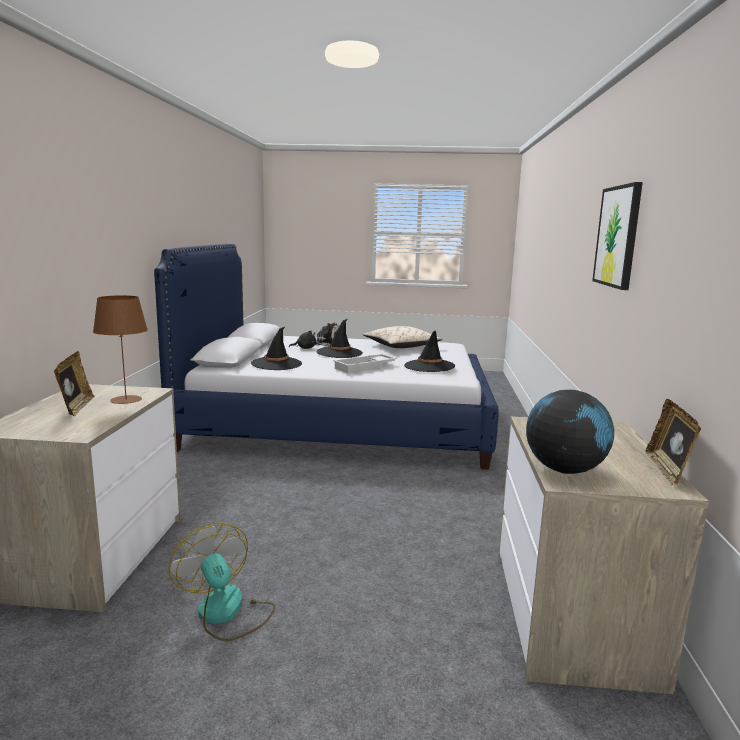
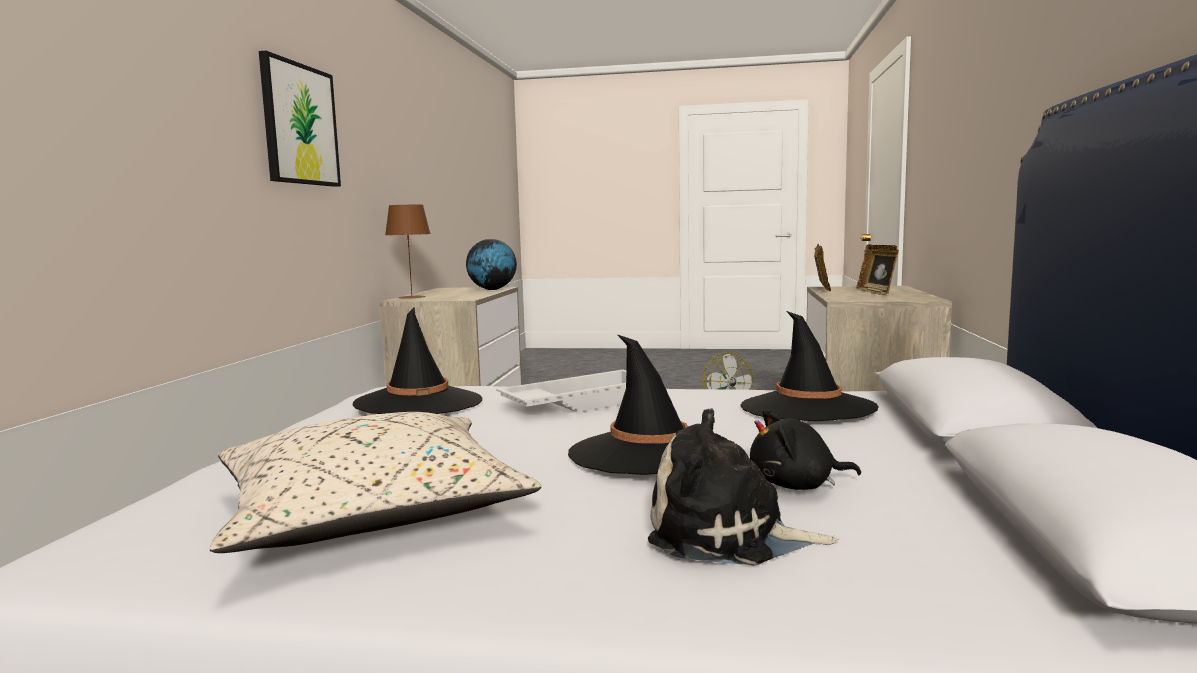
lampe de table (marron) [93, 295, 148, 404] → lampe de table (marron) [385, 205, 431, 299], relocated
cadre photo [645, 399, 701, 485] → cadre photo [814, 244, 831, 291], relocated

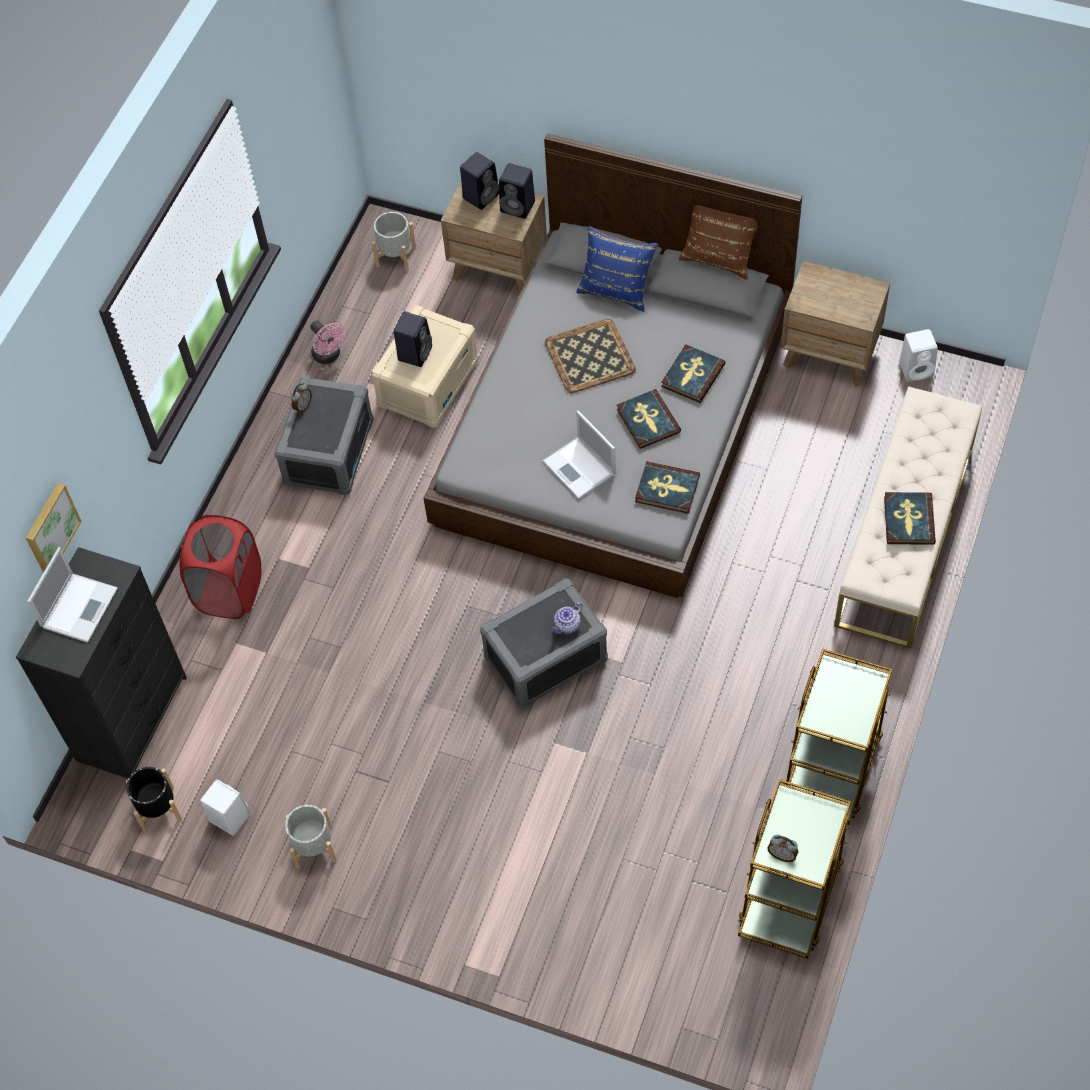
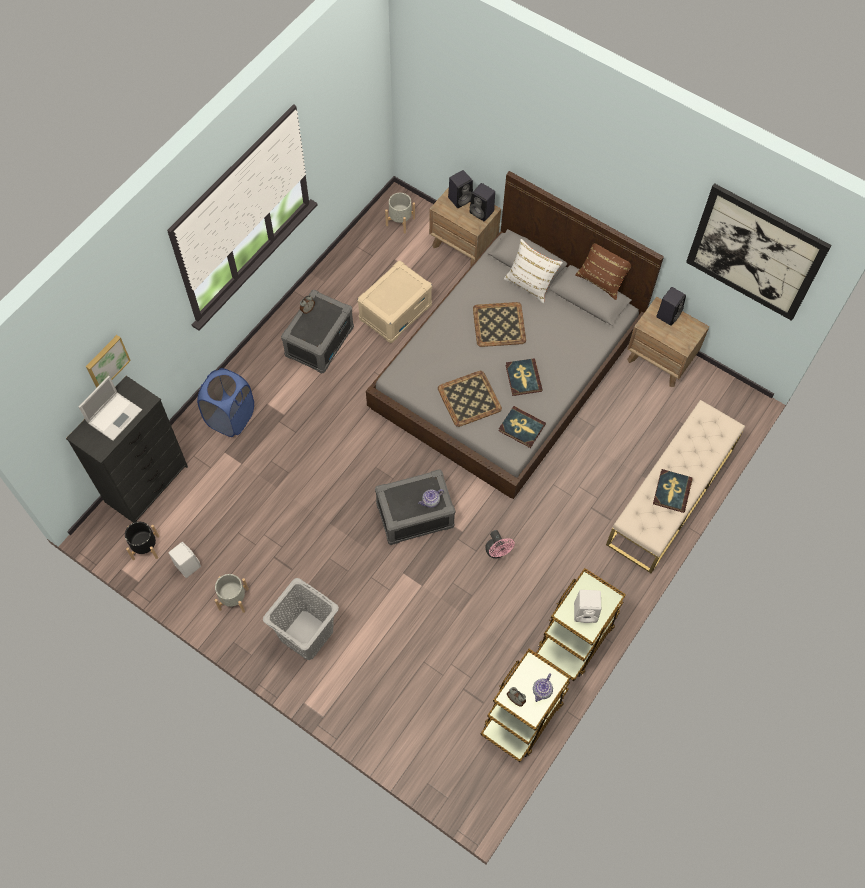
coussin (bleu) [576, 226, 658, 312] → coussin (blanc) [504, 239, 563, 304]
enceinte (noir) [393, 312, 432, 367] → enceinte (noir) [656, 287, 686, 326], relocated
ventilateur (rose) [310, 320, 345, 364] → ventilateur (rose) [485, 530, 515, 559], relocated
enceinte (blanc) [899, 329, 938, 382] → enceinte (blanc) [574, 590, 601, 623], relocated
livre [661, 344, 725, 403] → -
ordinateur portable [543, 411, 616, 499] → plateau [438, 371, 502, 427]
panier à linge (rouge) [180, 515, 262, 619] → panier à linge (bleu) [197, 368, 254, 437]
- → tableau [686, 183, 831, 321]
- → panier à linge (gris) [263, 578, 339, 660]
- → théière [533, 673, 553, 702]

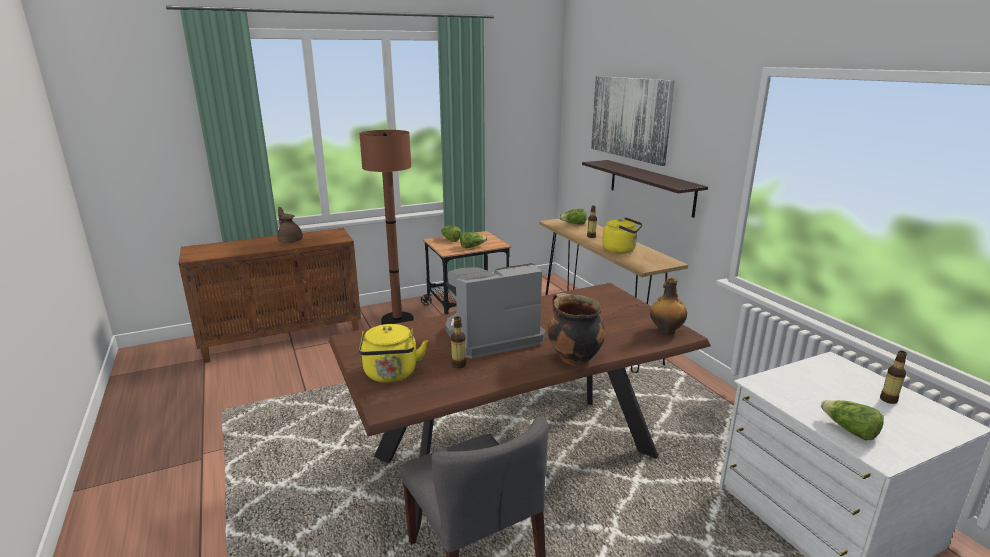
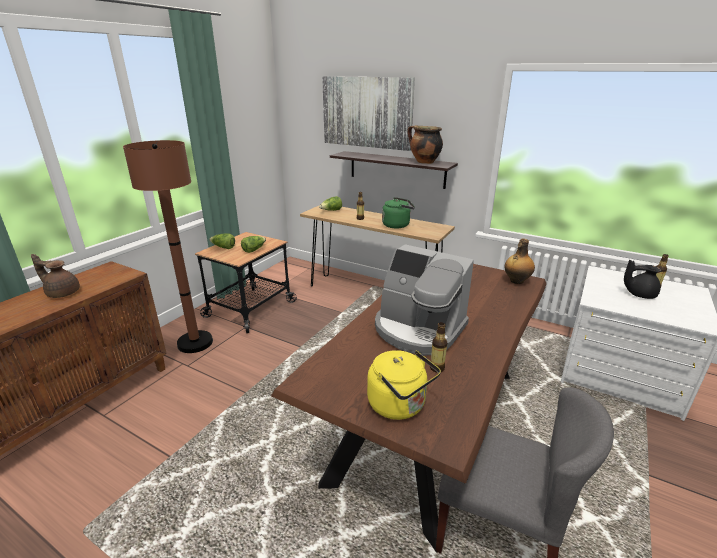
bouilloire (jaune) [602, 217, 643, 253] → bouilloire (vert) [382, 197, 415, 228]
machine à café [446, 263, 546, 359] → machine à café [375, 244, 474, 355], 90 degrees counterclockwise
marmite [548, 293, 605, 366] → marmite [408, 125, 443, 164], relocated
laitue [821, 400, 884, 441] → -
- → théière (noir) [624, 260, 662, 299]

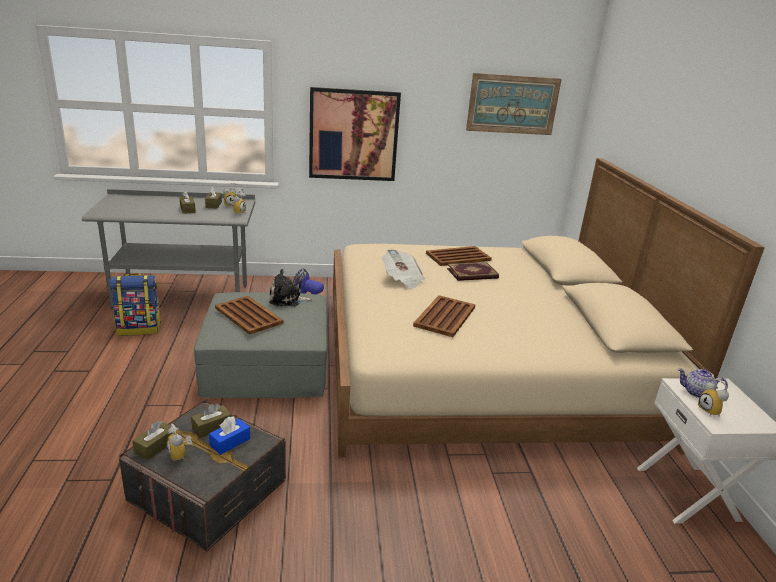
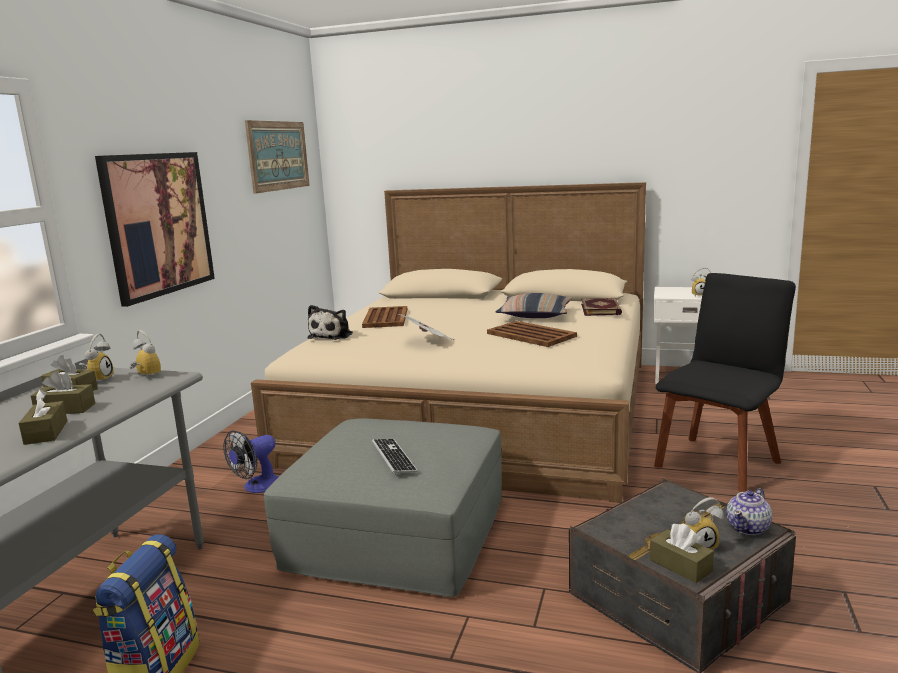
livre [447, 262, 499, 281] → livre [581, 298, 622, 316], relocated
peluche [269, 269, 313, 307] → peluche [307, 305, 353, 340], relocated
plateau (marron) [215, 296, 283, 335] → clavier [372, 439, 418, 475]
théière [678, 368, 728, 398] → théière [727, 488, 772, 535], relocated
boîte à mouchoirs (marron) [191, 403, 232, 438] → boîte à mouchoirs (marron) [19, 390, 67, 445], relocated
boîte à mouchoirs (bleu) [209, 417, 250, 455] → -
- → chaise (noir) [654, 273, 796, 492]
- → coussin [496, 293, 572, 318]

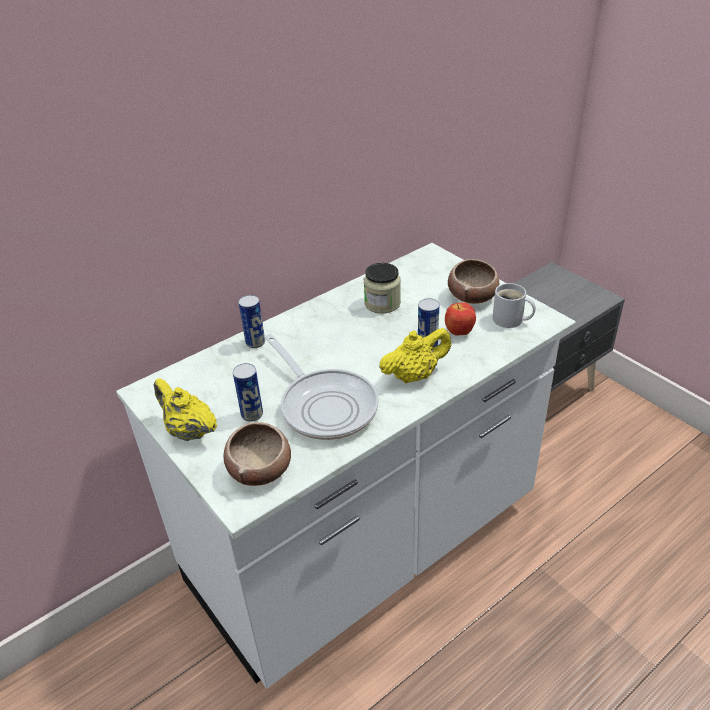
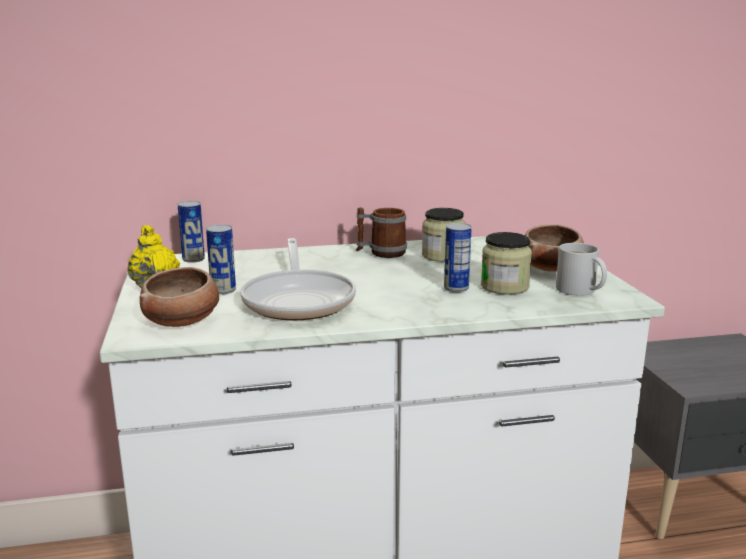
boîte métallique [238, 295, 265, 348] → boîte métallique [178, 201, 205, 263], relocated
pomme [445, 303, 476, 336] → bocal [481, 232, 532, 295]
théière (jaune) [379, 328, 451, 383] → -
- → mug [356, 207, 407, 258]

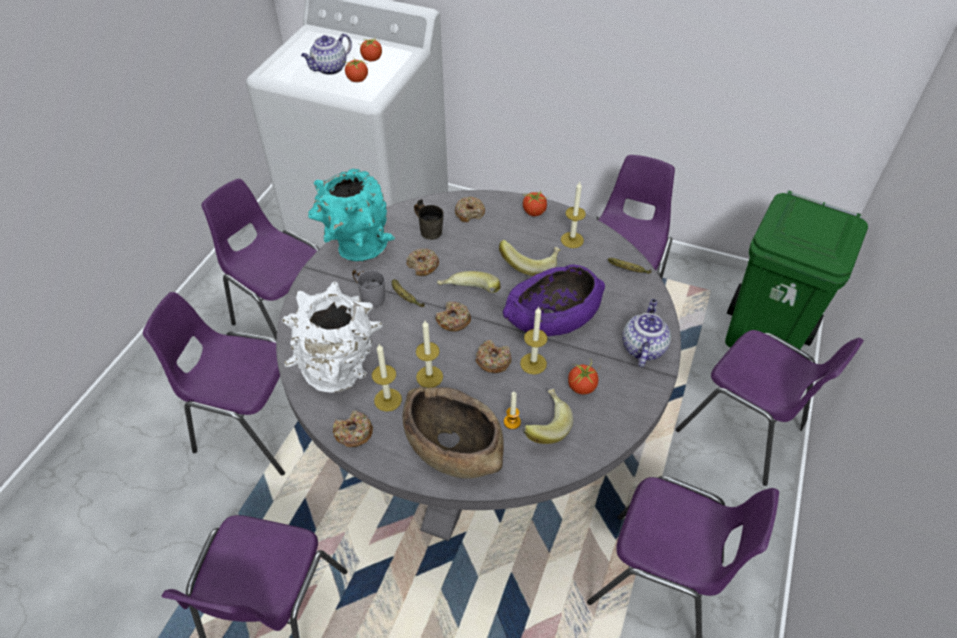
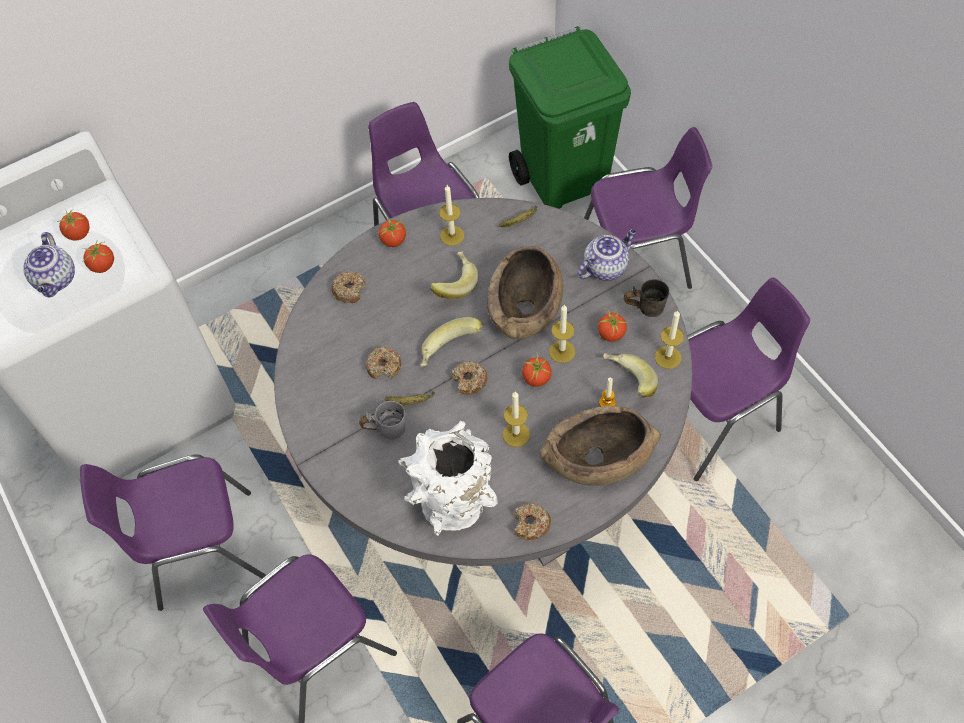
vase (turquoise) [308, 169, 395, 261] → -
mug (gris) [414, 199, 444, 240] → mug (gris) [624, 279, 669, 317], relocated
bol (violet) [503, 264, 605, 336] → bol (marron) [487, 246, 563, 340]
théière [622, 299, 671, 367] → théière [577, 229, 636, 281], 90 degrees clockwise
beignet [476, 340, 512, 373] → tomate [522, 351, 552, 387]
bougie [372, 344, 402, 412] → bougie [655, 311, 684, 369], relocated

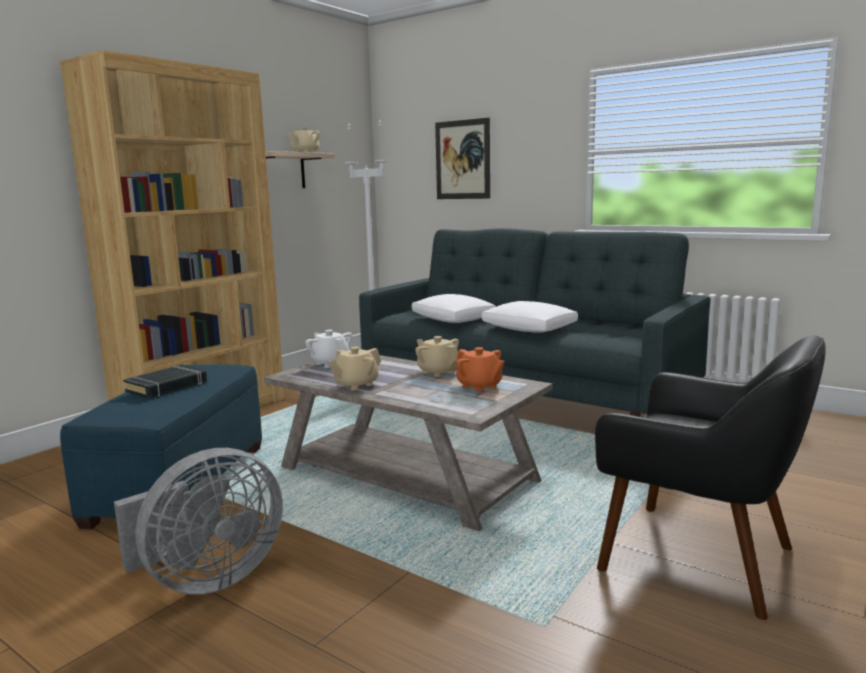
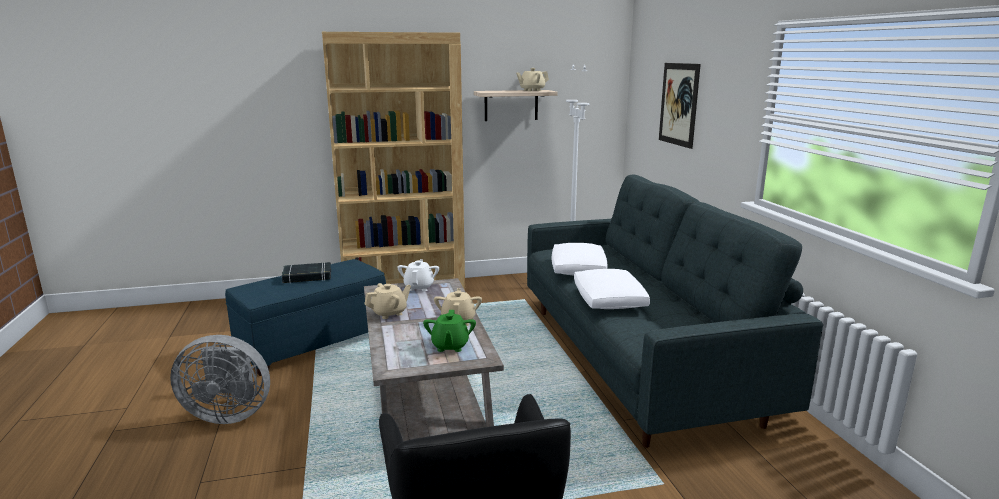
théière (beige) [329, 347, 381, 390] → théière (beige) [364, 283, 411, 319], 150 degrees clockwise
théière (orange) [456, 347, 505, 392] → théière (vert) [423, 310, 476, 352]

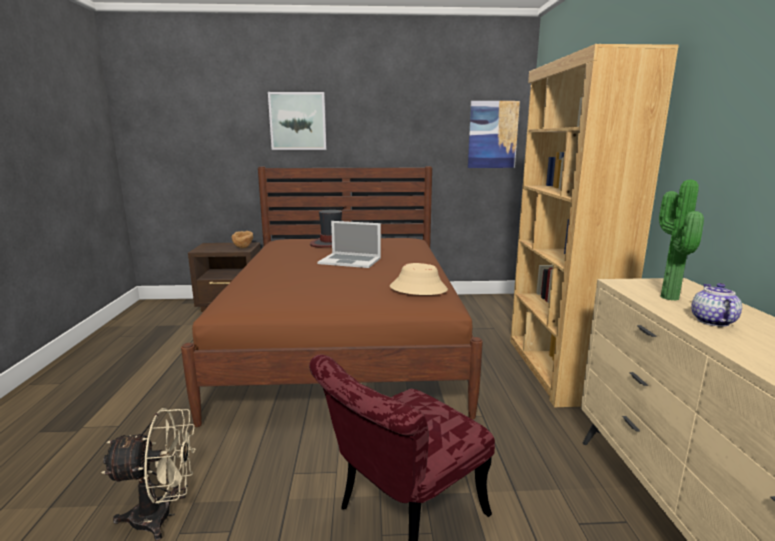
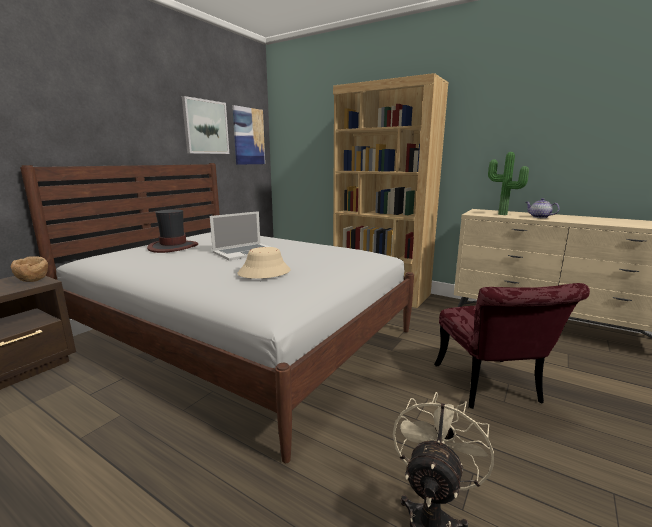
tableau [268, 92, 326, 150] → tableau [182, 96, 229, 154], relocated
lit (marron) [181, 166, 483, 427] → lit (blanc) [20, 163, 414, 463]
chapeau (beige) [390, 263, 448, 295] → chapeau (beige) [237, 247, 291, 279], relocated

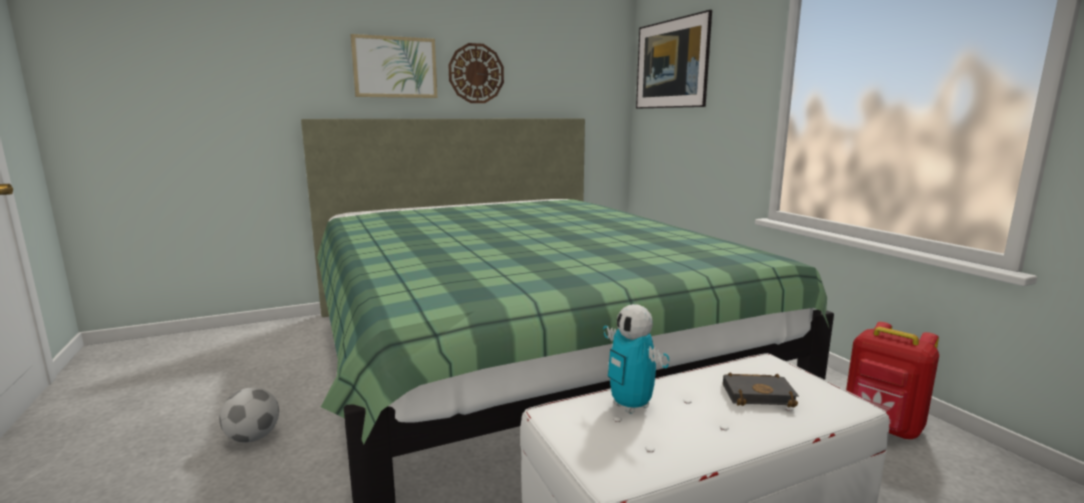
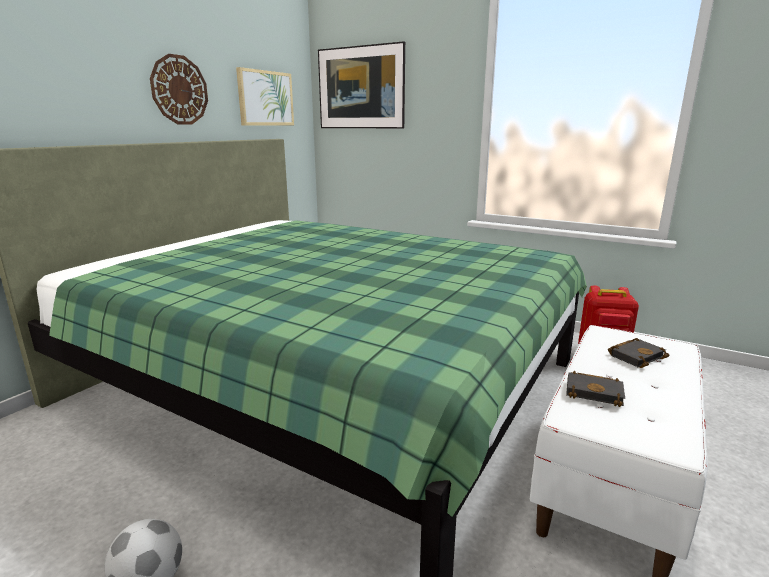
tableau [351, 34, 437, 98] → tableau [236, 67, 294, 126], relocated
robot jouet [603, 304, 669, 414] → livre (noir) [566, 371, 625, 407]

